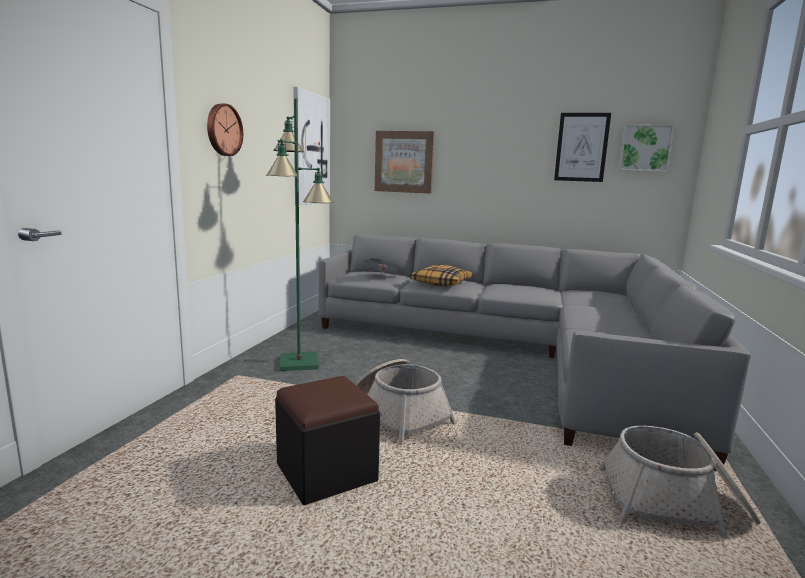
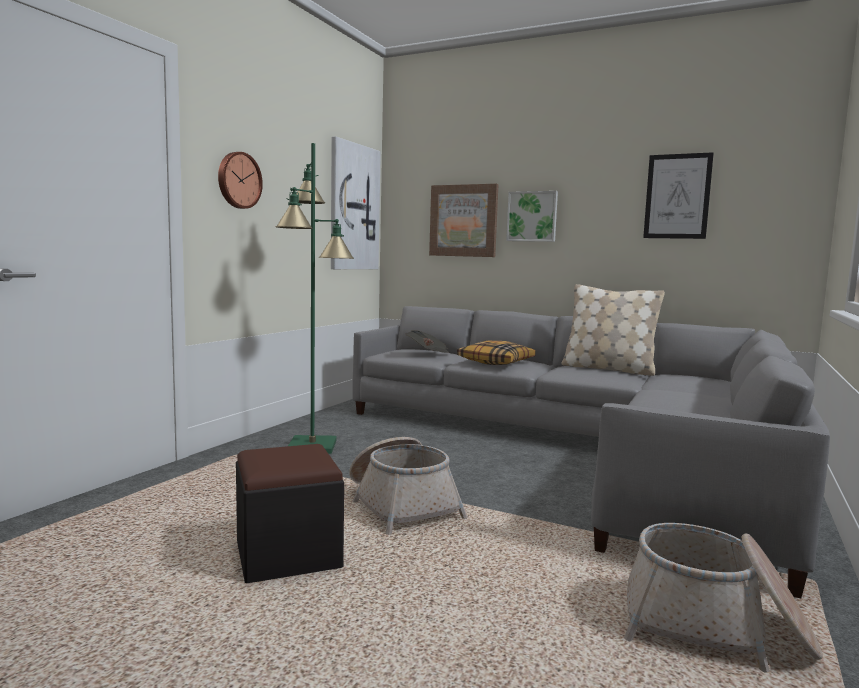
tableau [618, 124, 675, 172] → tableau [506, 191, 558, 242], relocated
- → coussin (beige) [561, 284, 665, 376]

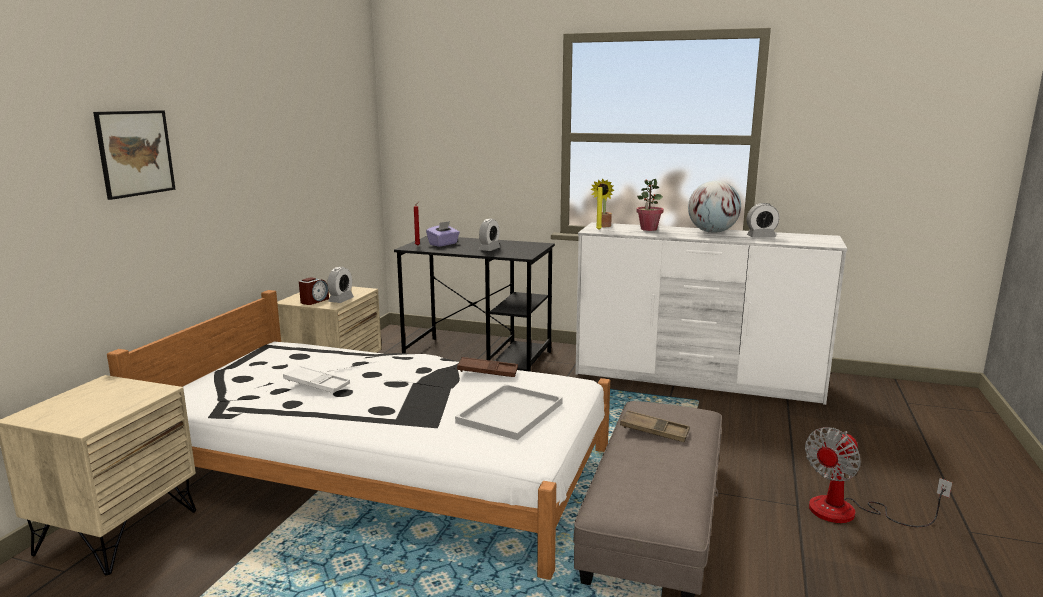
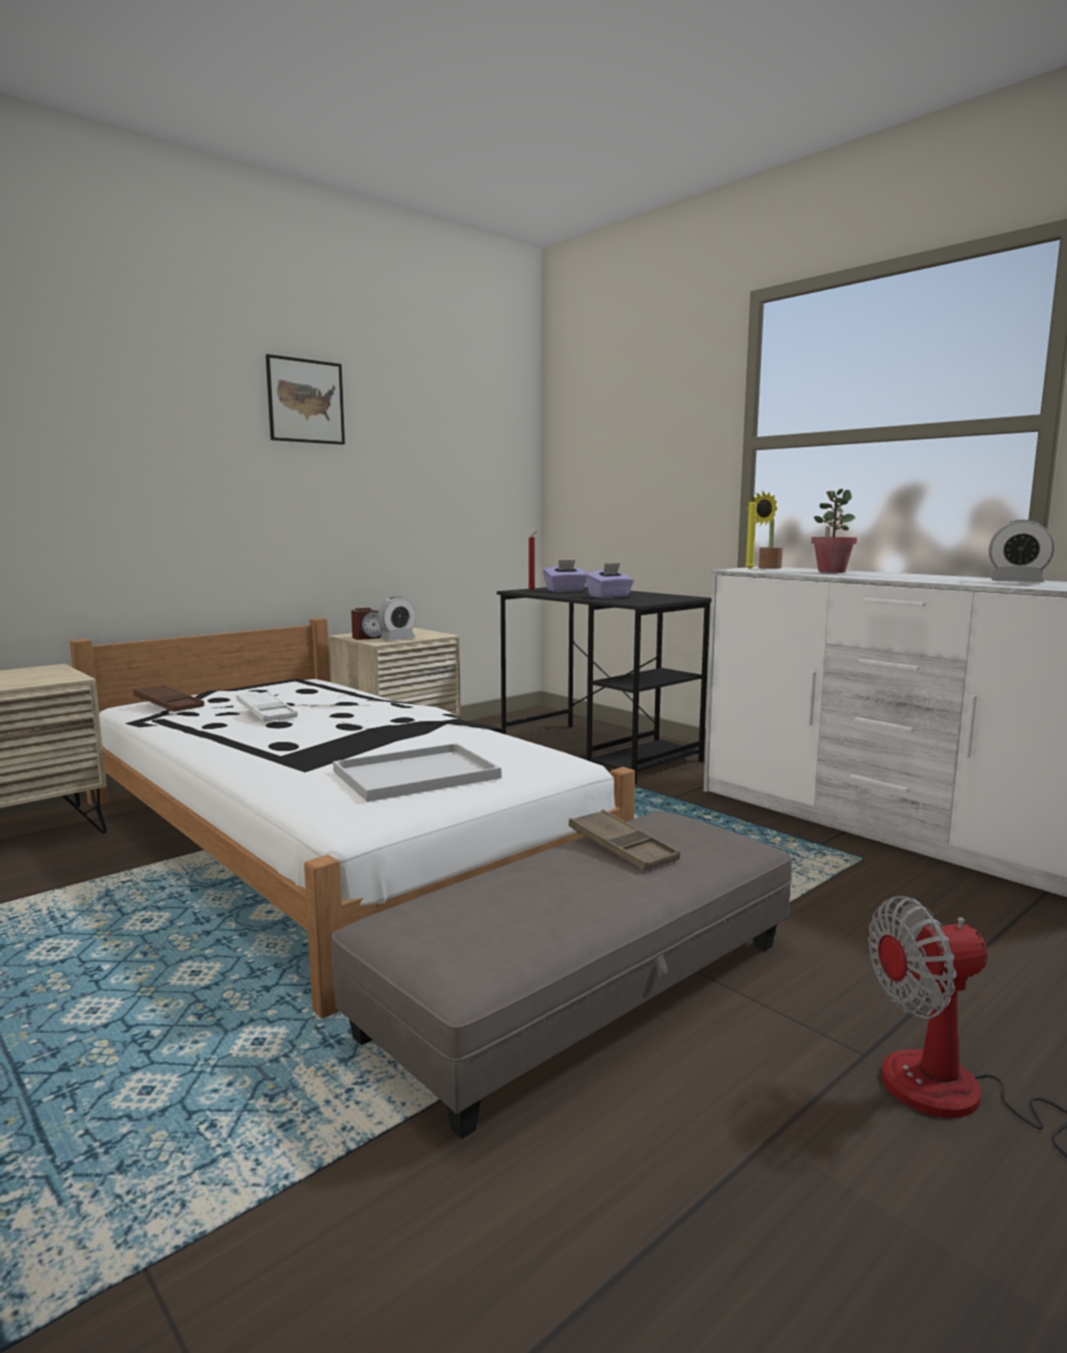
tableau [93, 110, 175, 200] → tableau [266, 354, 345, 445], relocated
globe [688, 181, 741, 233] → -
réveil [478, 219, 500, 251] → boîte à mouchoirs (violet) [585, 563, 634, 598]
plateau (marron) [457, 357, 518, 377] → plateau (marron) [133, 685, 204, 712], relocated

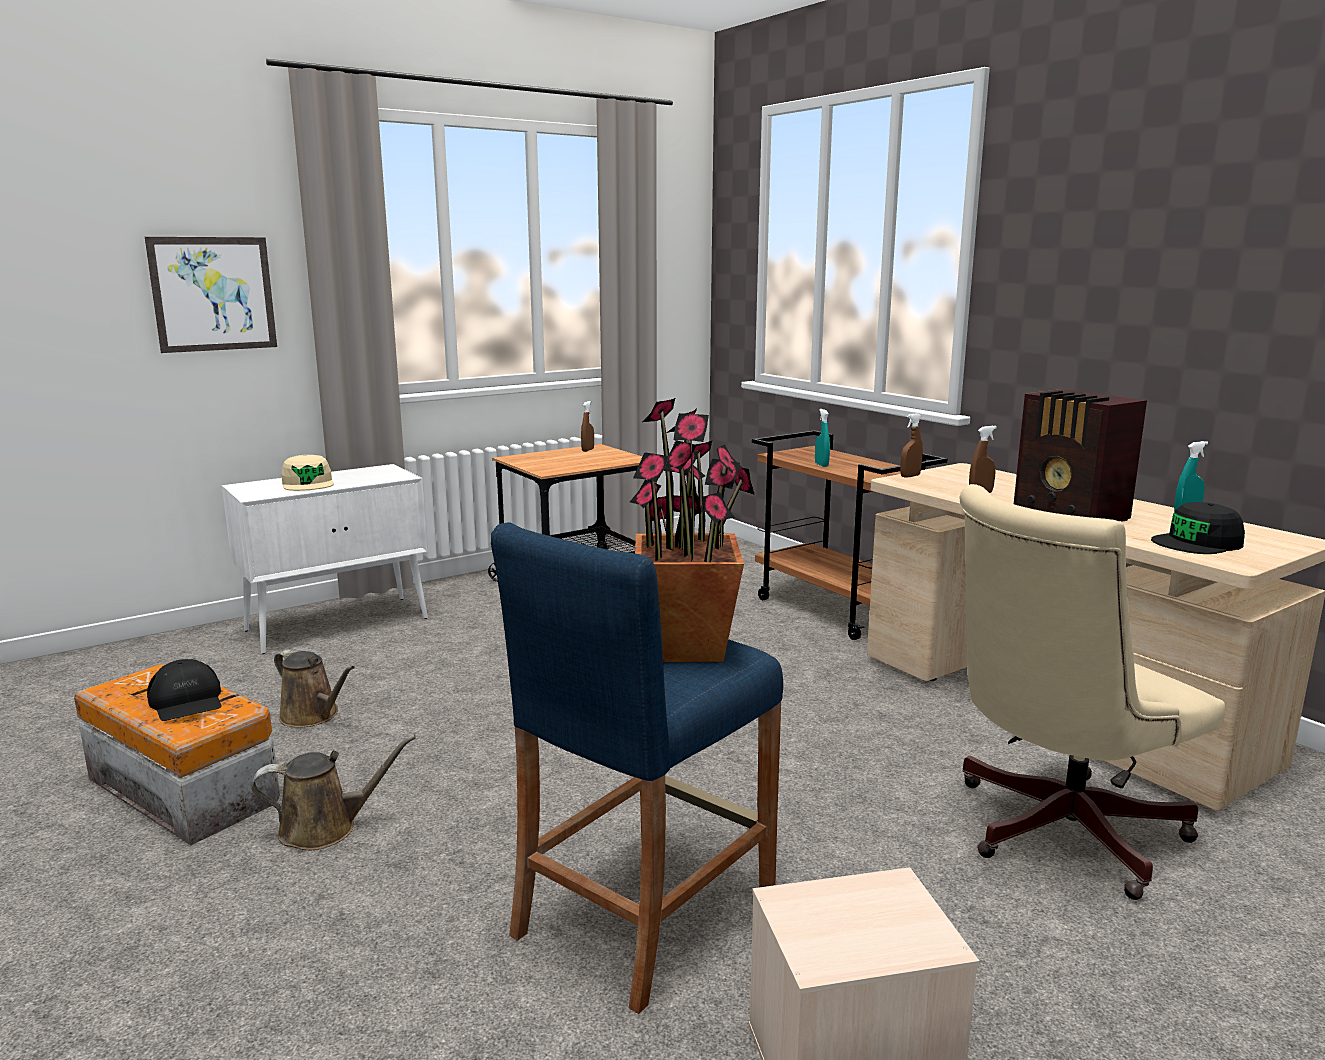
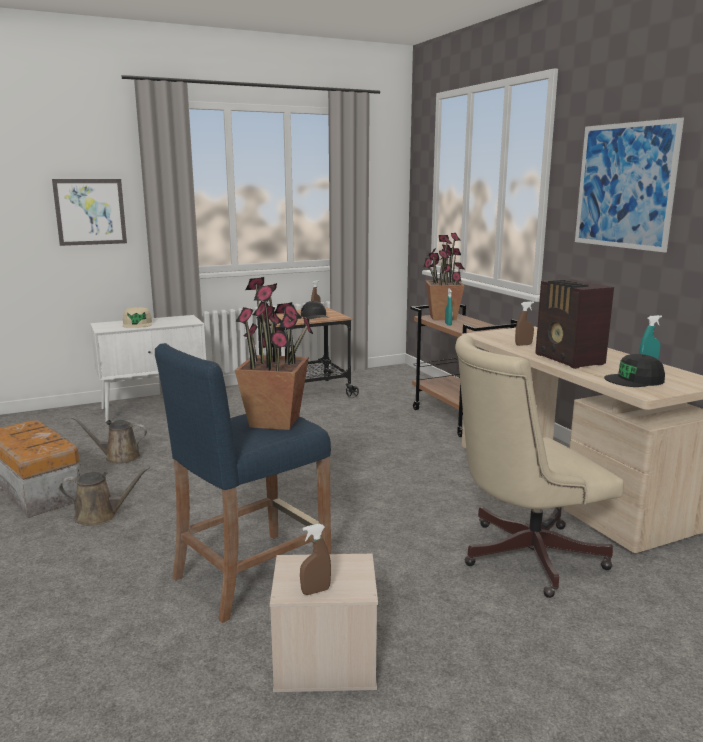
vaporisateur (marron) [900, 413, 923, 478] → vaporisateur (marron) [300, 524, 331, 595], relocated
arrosoir (marron) [274, 649, 355, 728] → arrosoir (marron) [71, 417, 147, 464], 135 degrees clockwise
casquette (noir) [147, 659, 222, 721] → casquette (noir) [301, 301, 329, 319], relocated
- → tableau [575, 118, 684, 252]
- → plante en pot [423, 233, 465, 320]

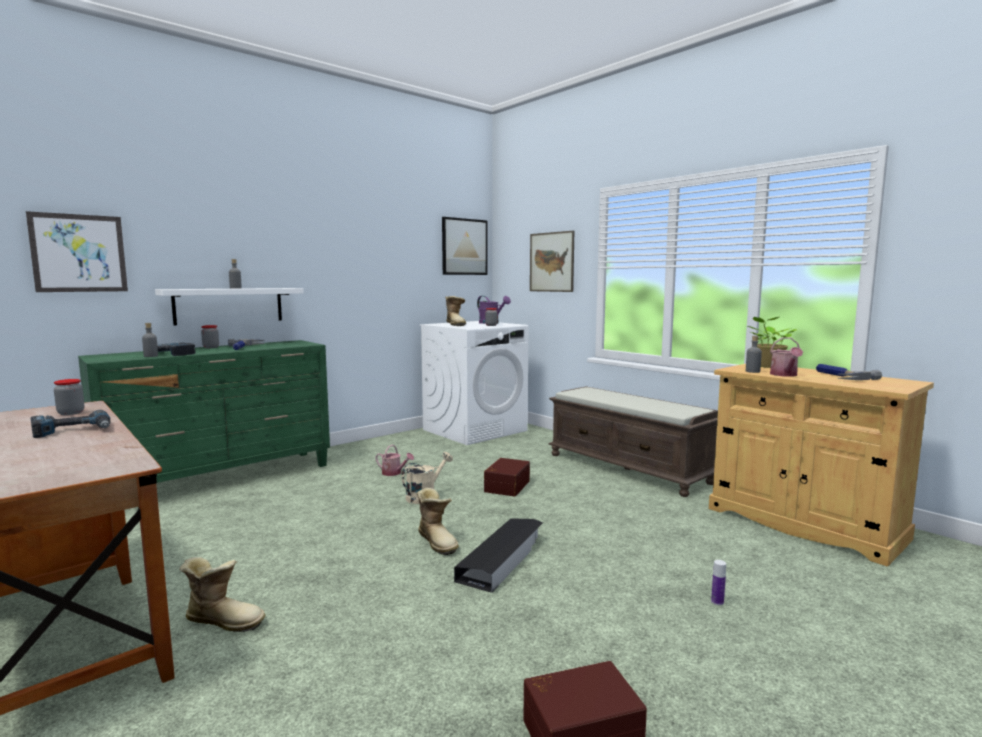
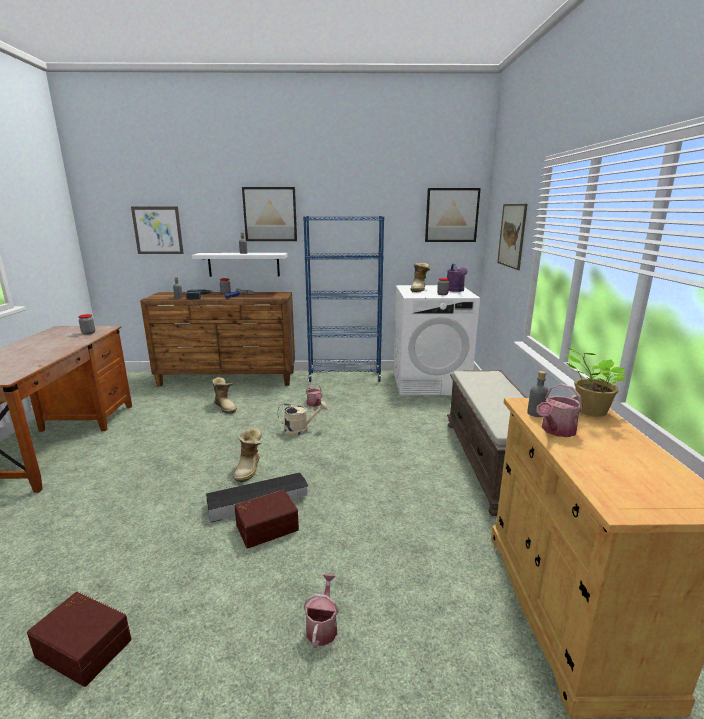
commode (vert) [78, 340, 330, 483] → commode (marron) [140, 292, 295, 386]
marteau [816, 364, 882, 380] → -
perceuse [31, 410, 111, 438] → -
boîte de rangement (marron) [484, 458, 530, 497] → boîte de rangement (marron) [235, 490, 299, 549], relocated
botte [179, 557, 265, 632] → botte [212, 377, 237, 414], relocated
bouteille [711, 560, 726, 605] → arrosoir [303, 574, 339, 648]
- → tableau [242, 187, 297, 241]
- → bibliothèque (bleu) [303, 216, 384, 382]

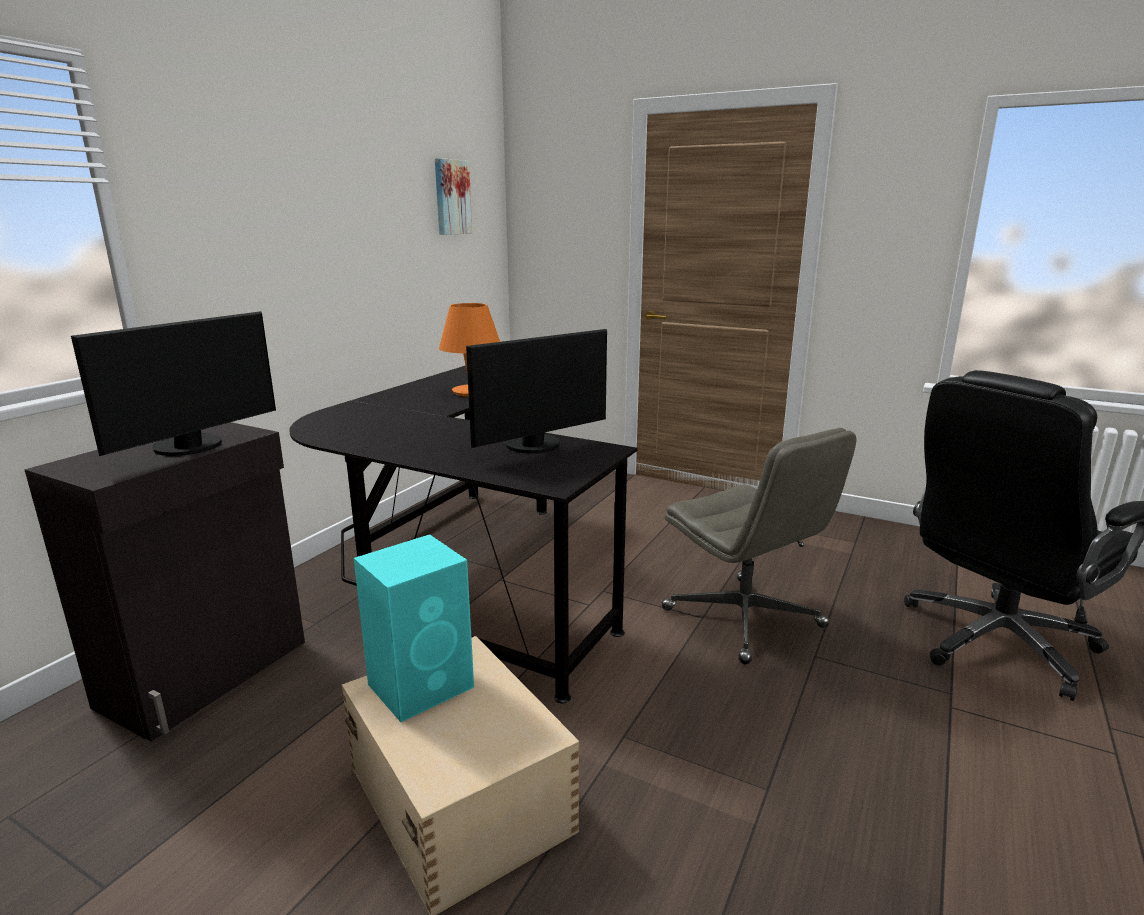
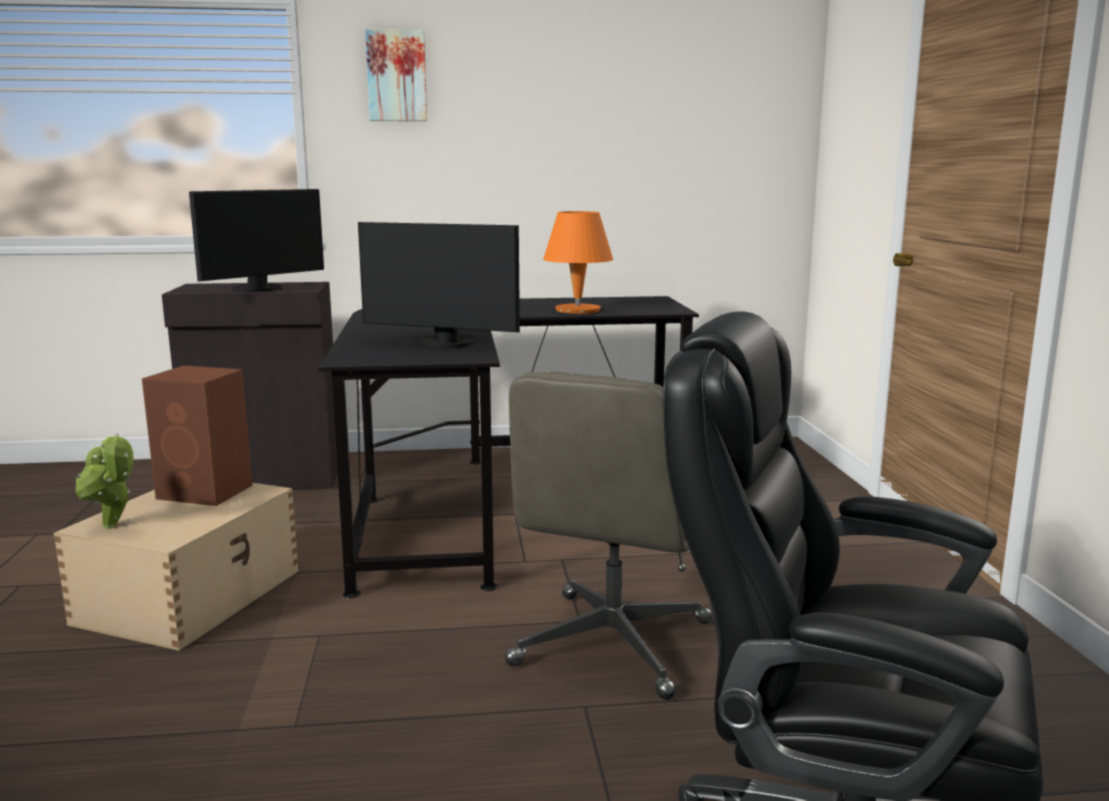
tableau [435, 158, 472, 235] → tableau [365, 29, 427, 121], relocated
écran d'ordinateur [71, 311, 276, 456] → écran d'ordinateur [189, 189, 324, 292], 45 degrees counterclockwise
enceinte (turquoise) [354, 534, 474, 722] → enceinte (marron) [142, 366, 253, 506]
- → plante en pot [76, 433, 134, 529]

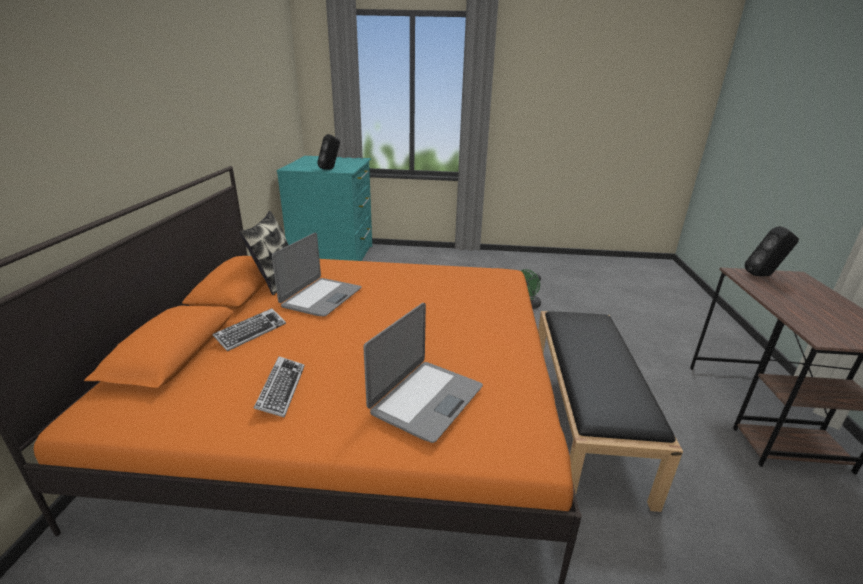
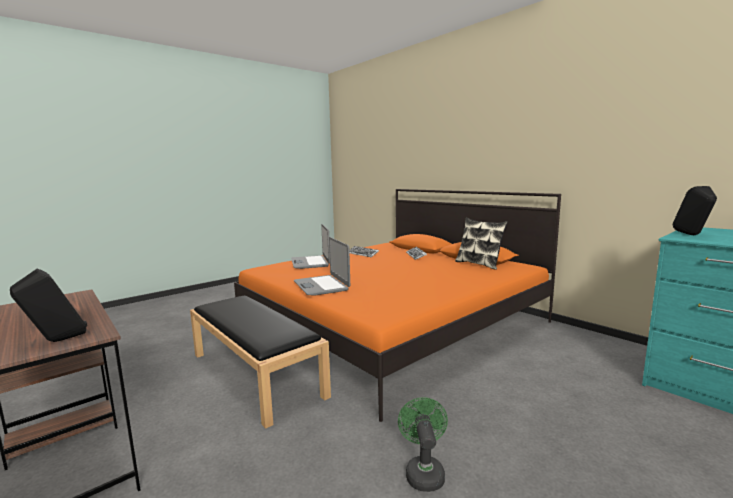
ordinateur portable [272, 233, 362, 316] → ordinateur portable [294, 237, 350, 295], relocated

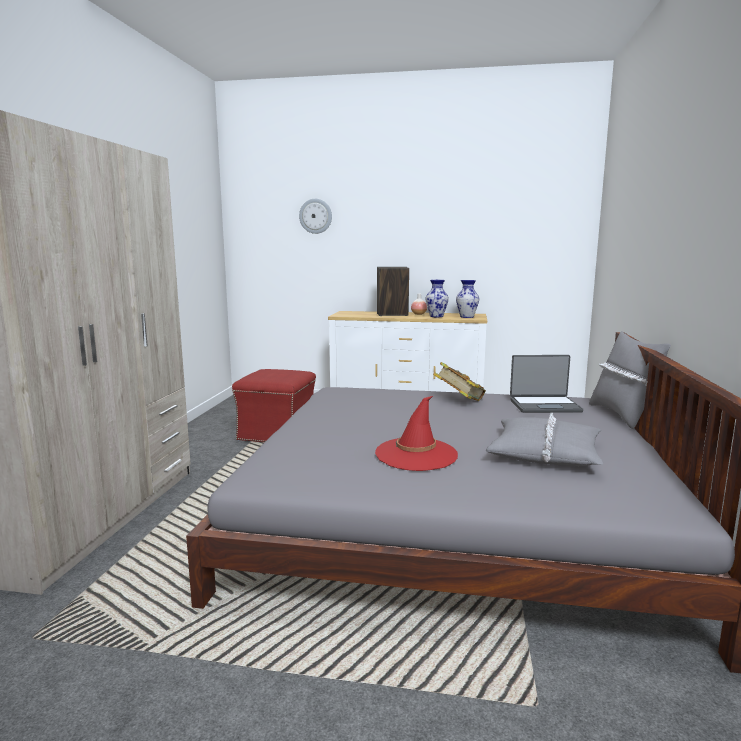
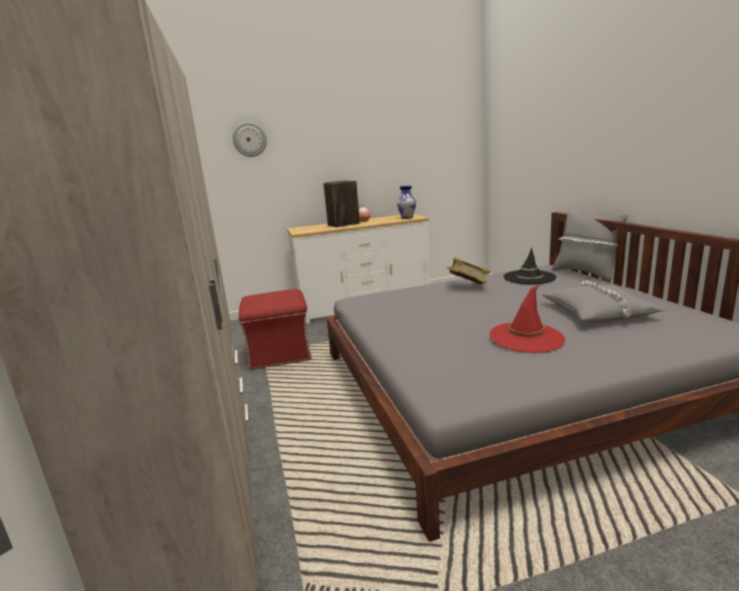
vase [426, 280, 449, 317] → -
ordinateur portable [510, 355, 583, 413] → chapeau (noir) [503, 248, 556, 284]

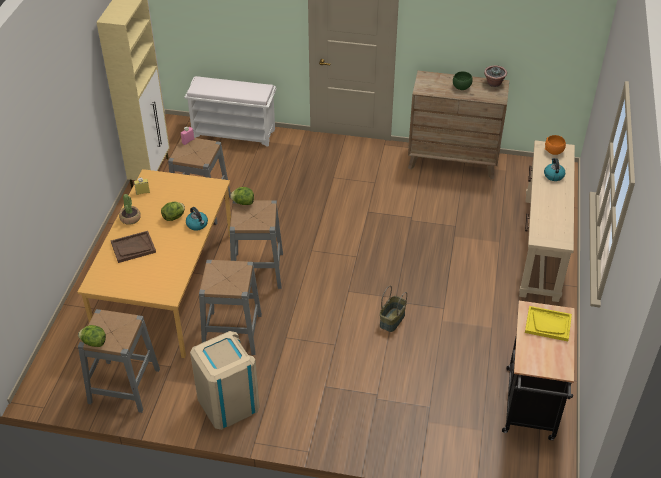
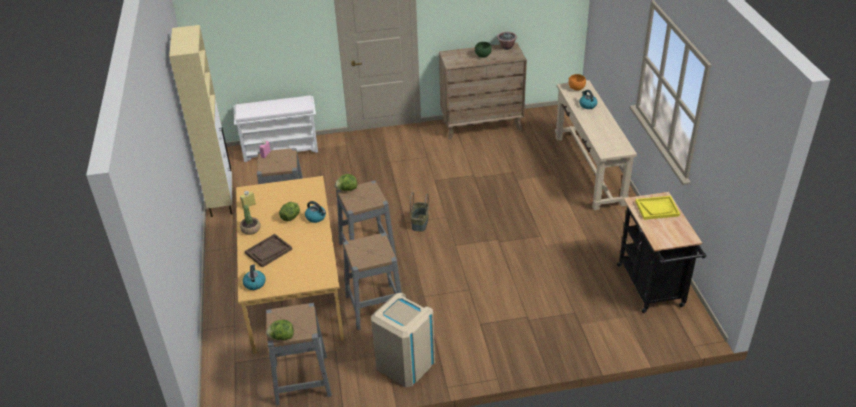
panier [380, 285, 407, 332] → panier [410, 192, 429, 232], relocated
- → bouilloire [243, 265, 266, 290]

